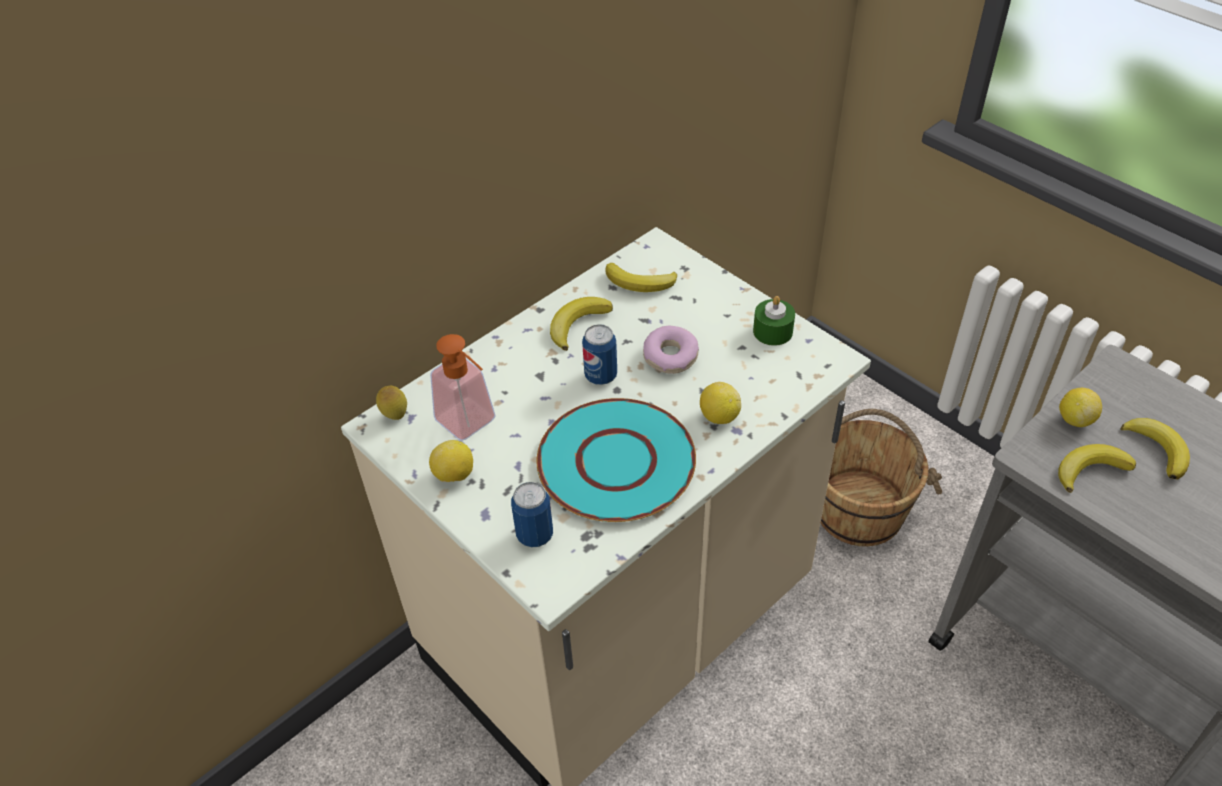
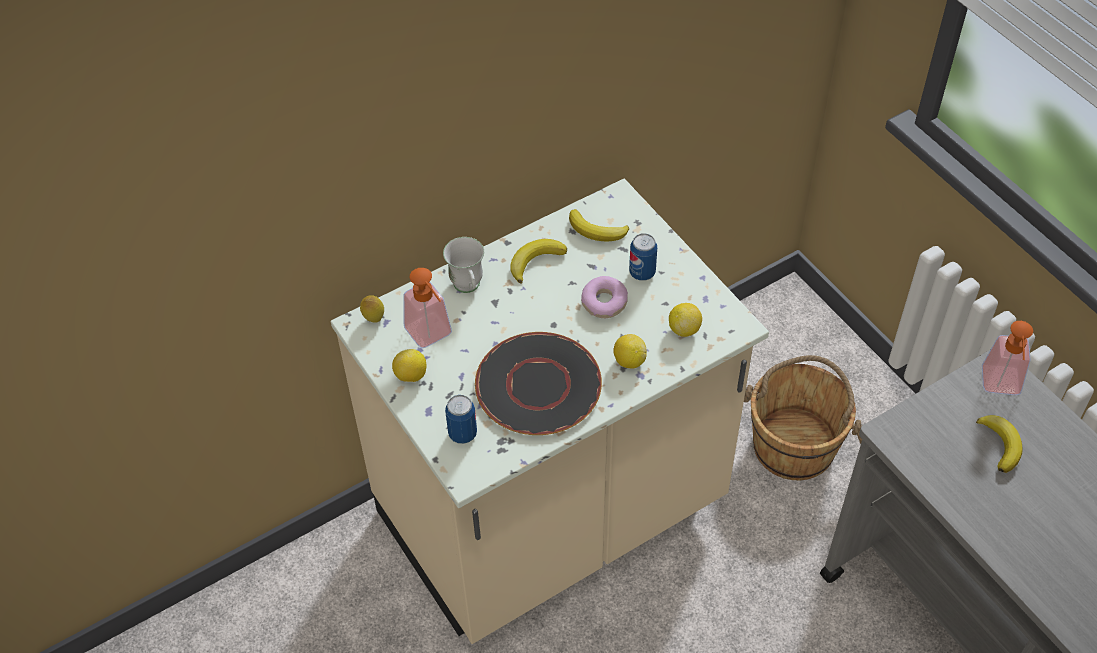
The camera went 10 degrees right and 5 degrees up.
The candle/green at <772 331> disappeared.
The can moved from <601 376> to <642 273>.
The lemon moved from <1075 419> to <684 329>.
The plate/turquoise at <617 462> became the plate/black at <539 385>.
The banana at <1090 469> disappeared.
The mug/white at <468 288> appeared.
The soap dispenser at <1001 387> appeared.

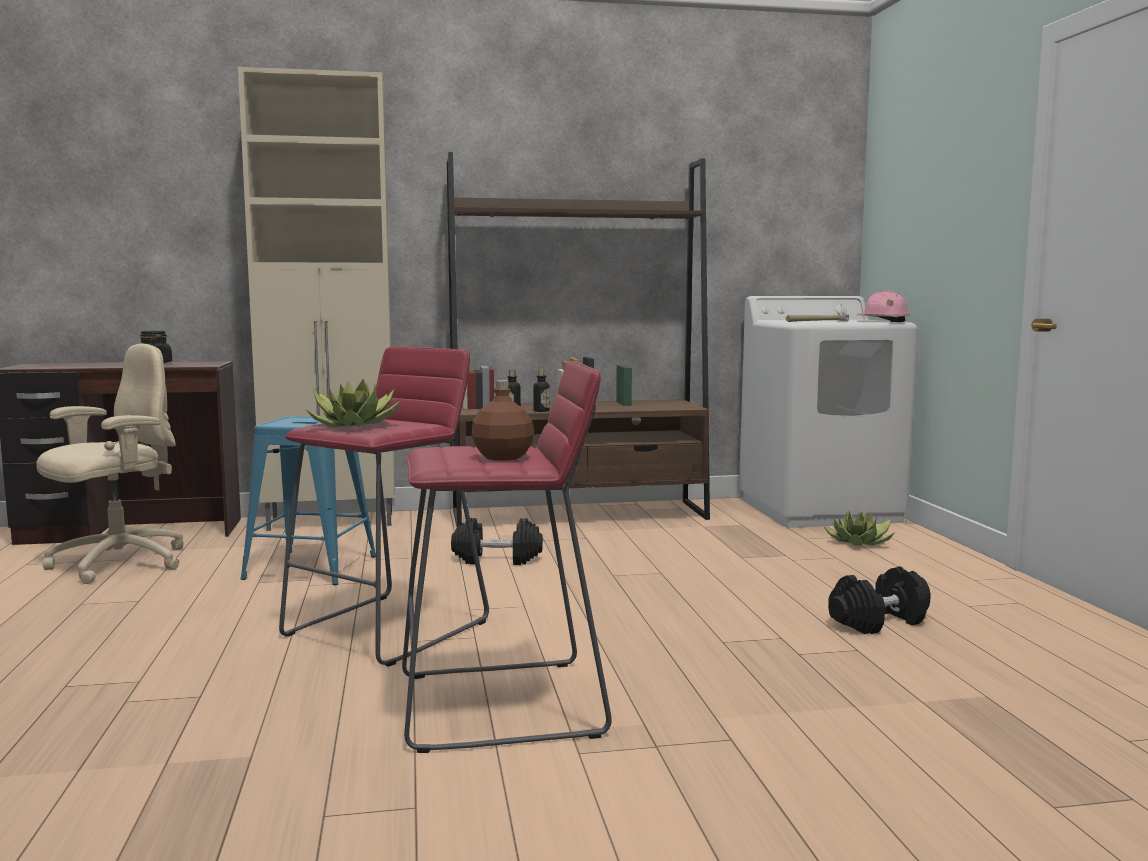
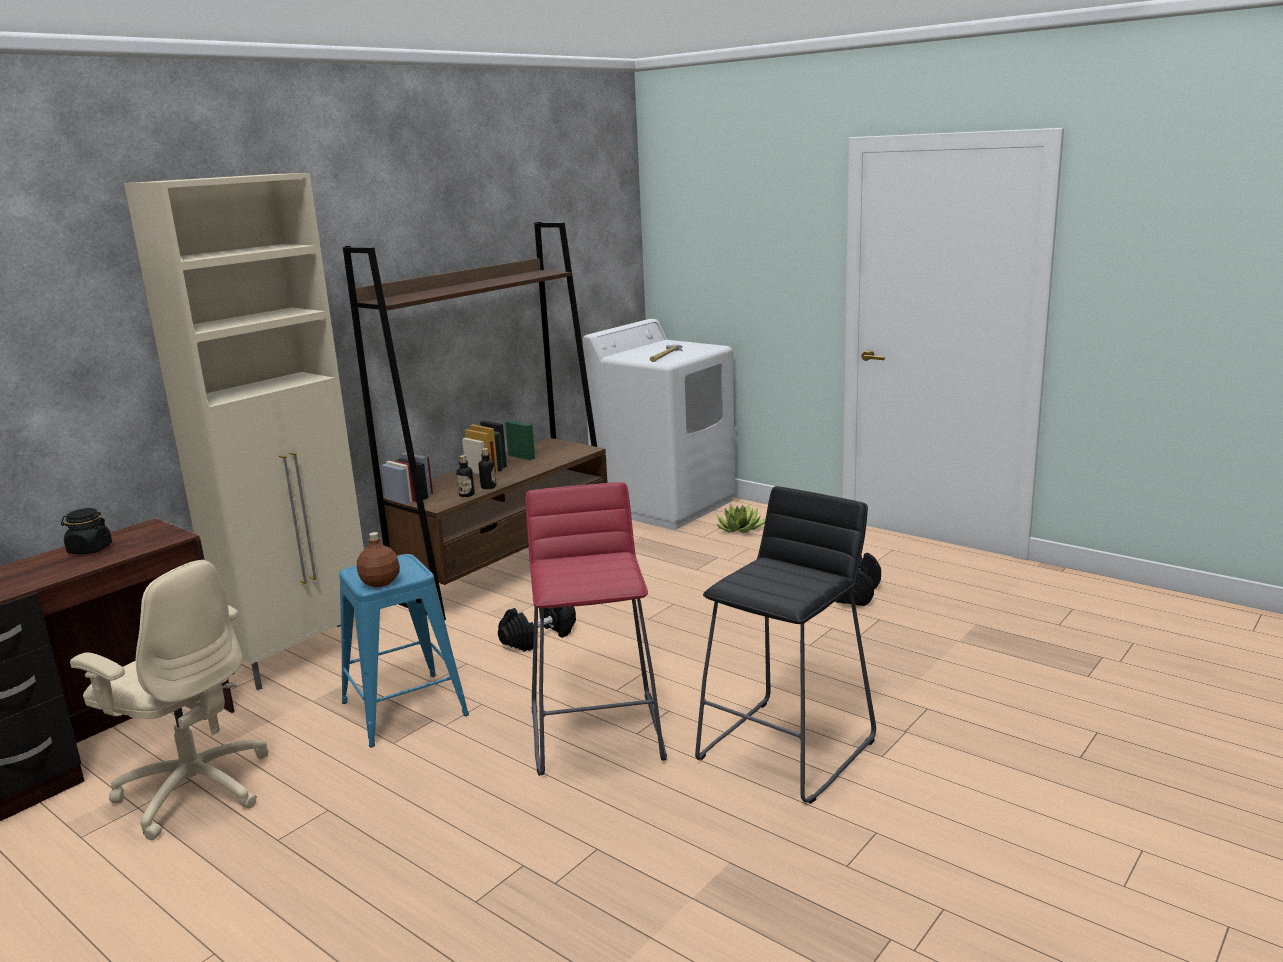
The camera went 40 degrees left and 10 degrees up.
The hard hat/pink at <883 321> disappeared.
The office chair/beige at <117 564> turned 120 degrees clockwise.
The stool/red at <503 705> became the stool/black at <787 749>.
The potted plant at <354 425> disappeared.
The bottle/brown moved from <502 457> to <380 582>.

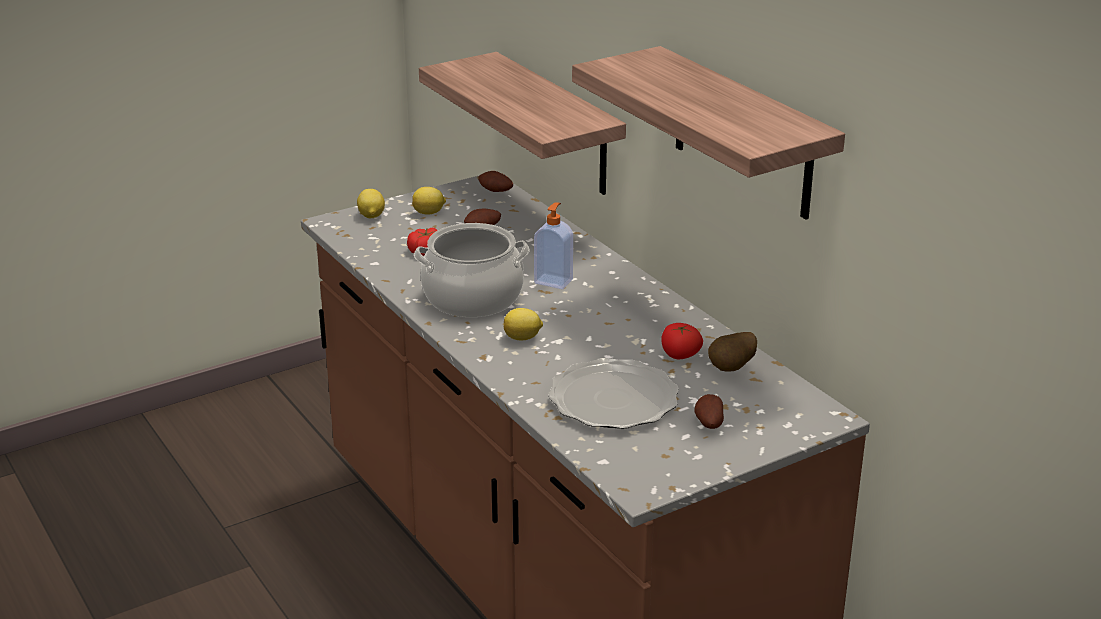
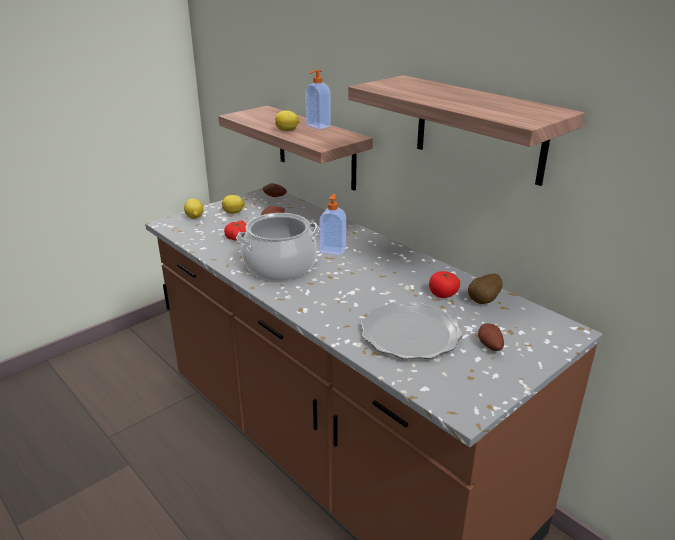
The camera went 10 degrees left and 0 degrees up.
The lemon moved from <523 338> to <287 130>.
The soap dispenser at <317 126> appeared.

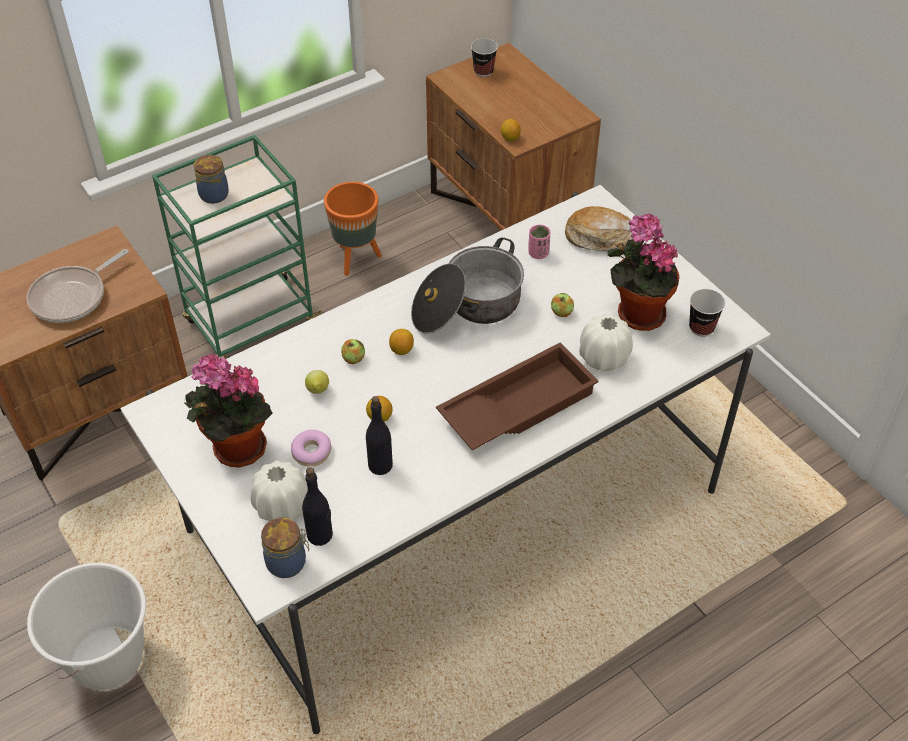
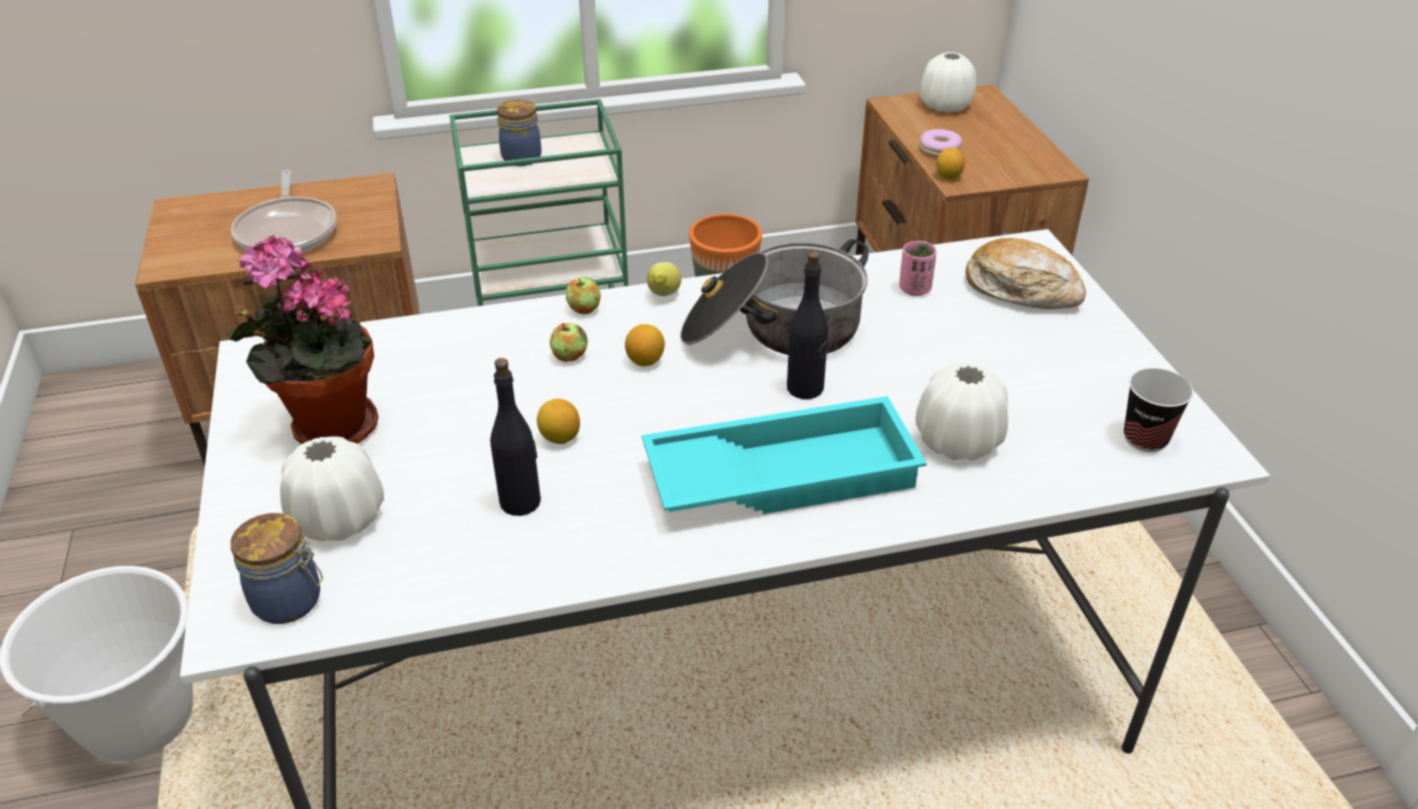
The camera went 20 degrees right and 10 degrees down.
The cup at <483 71> was replaced by the vase/white at <945 105>.
The potted plant at <636 313> disappeared.
The frying pan at <72 297> turned 75 degrees counterclockwise.
The apple moved from <561 312> to <584 309>.
The tray/brown at <517 405> became the tray/turquoise at <782 472>.
The lemon moved from <318 391> to <663 296>.
The donut moved from <311 452> to <939 149>.
The bottle/black moved from <320 535> to <805 388>.

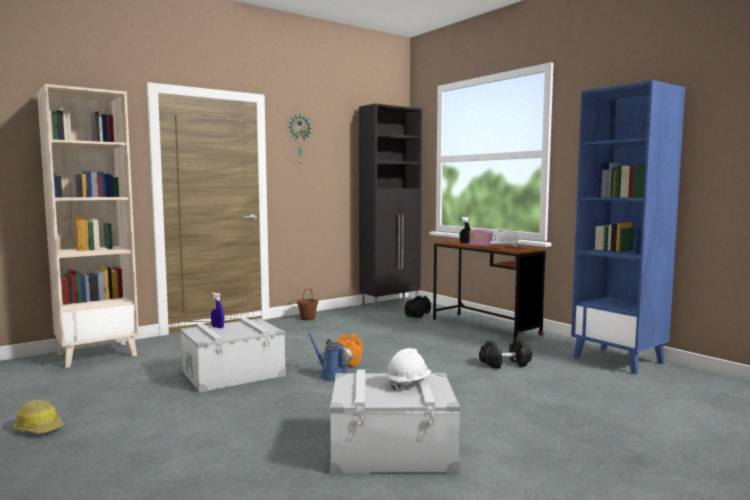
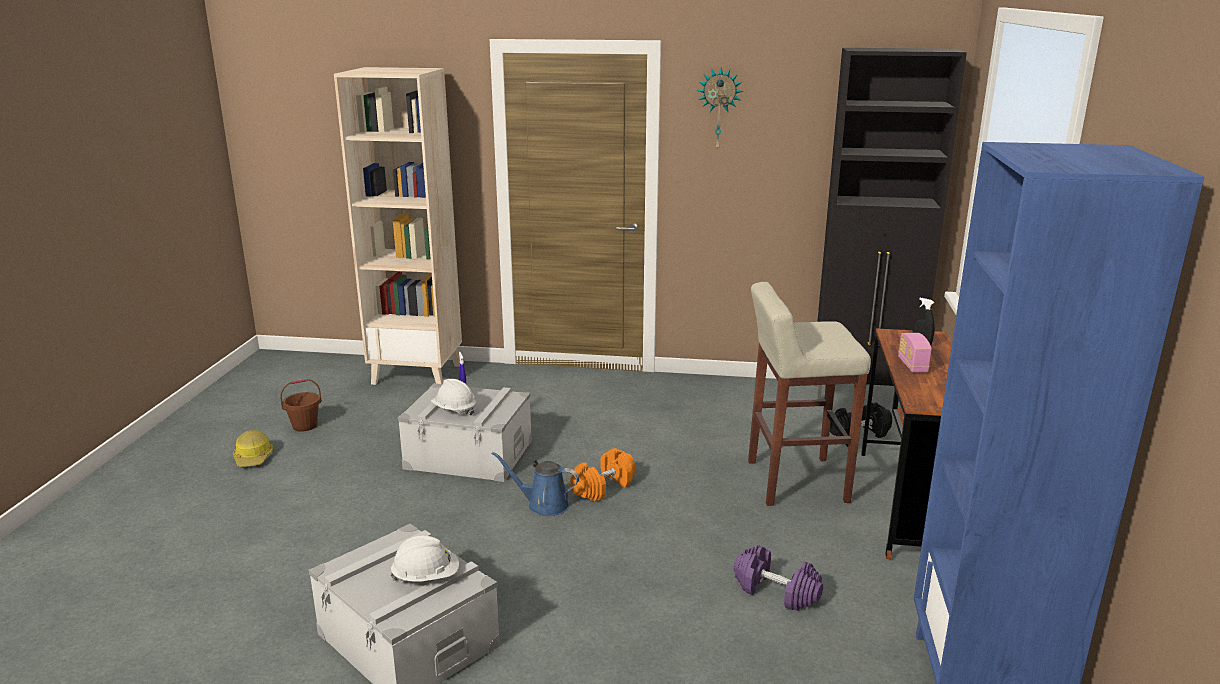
The camera went 45 degrees right and 15 degrees up.
The hard hat/white moved from <504 248> to <454 410>.
The bucket/brown moved from <307 318> to <305 426>.
The watering can/blue at <332 376> turned 75 degrees counterclockwise.
The dumbbell/black at <505 364> became the dumbbell/purple at <775 592>.
The stool/beige at <795 481> appeared.

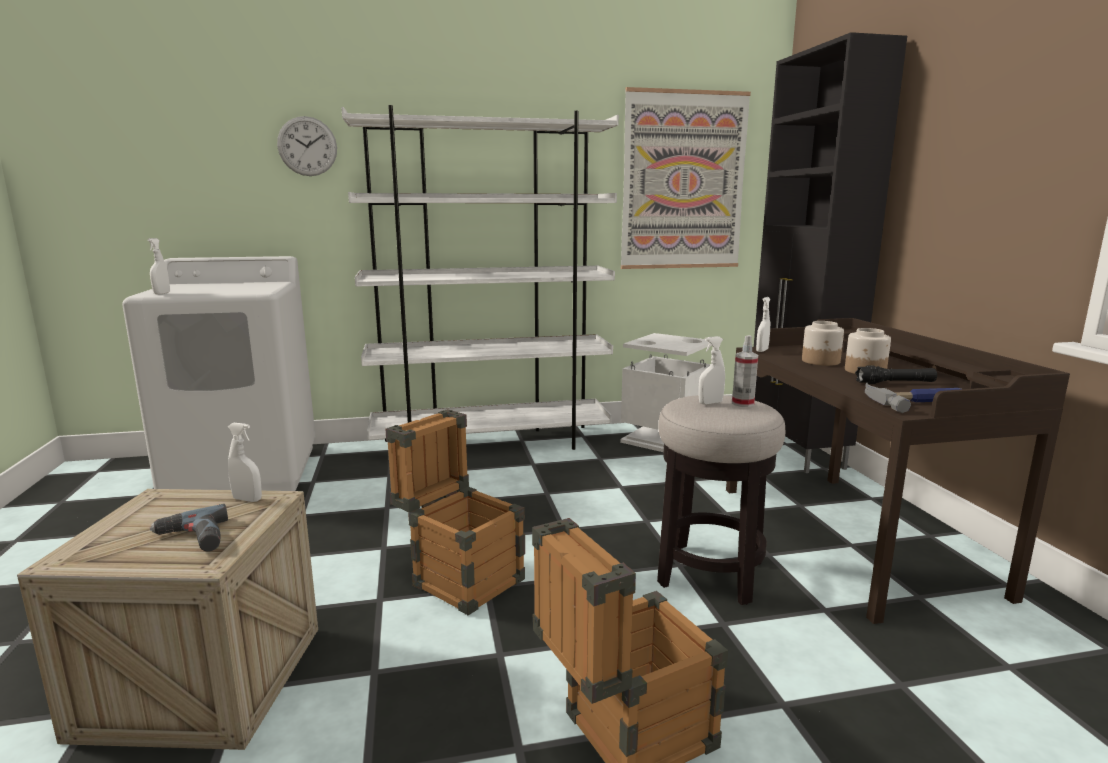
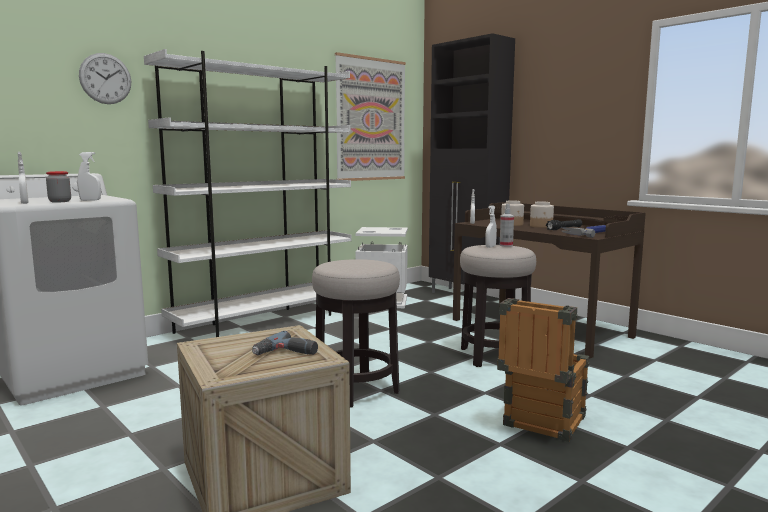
The camera went 30 degrees left and 5 degrees down.
The crate at <460 577> was replaced by the stool at <356 389>.
The spray bottle/white moved from <247 499> to <90 200>.
The jar at <60 201> appeared.

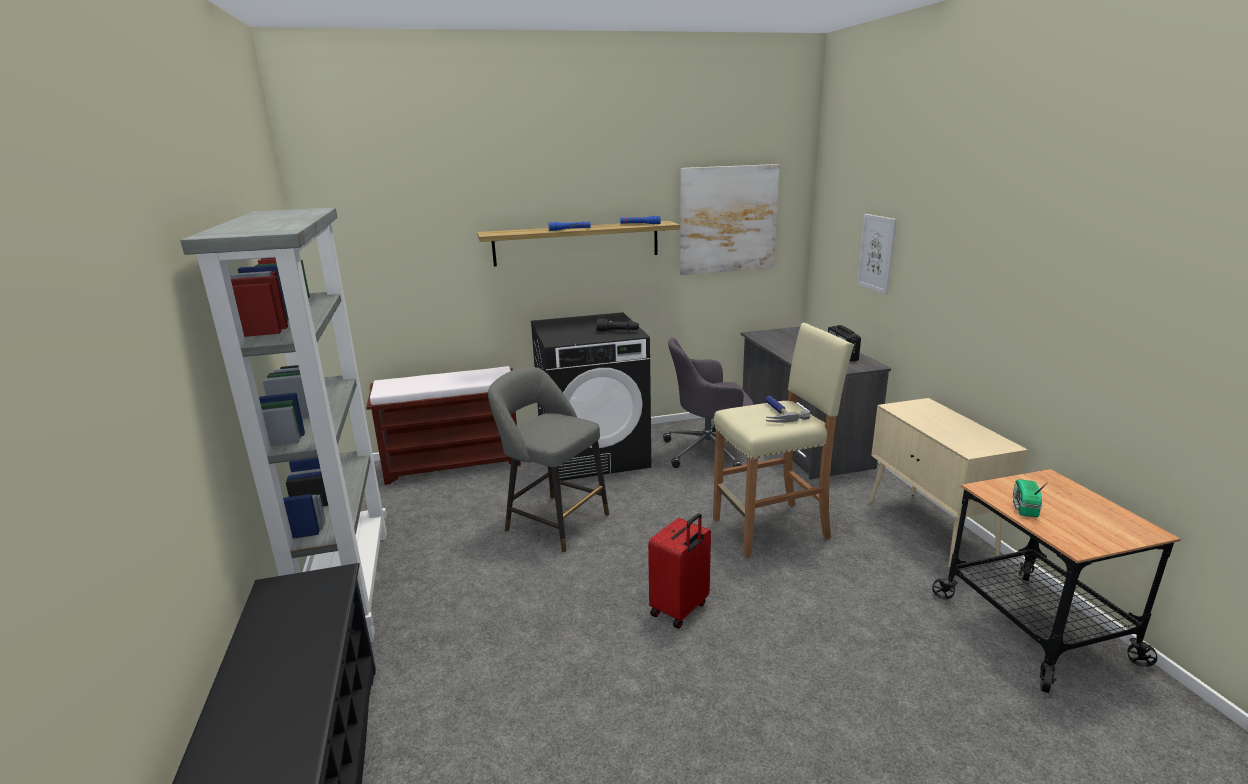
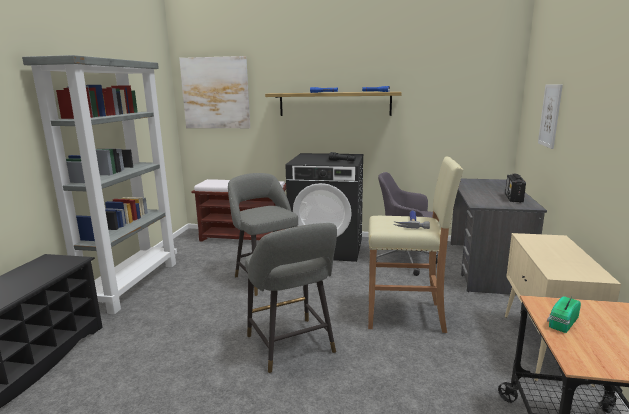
The camera went 25 degrees right and 5 degrees down.
The picture moved from <728 219> to <215 93>.
The suitcase/red at <680 609> was replaced by the stool/grey at <292 347>.

